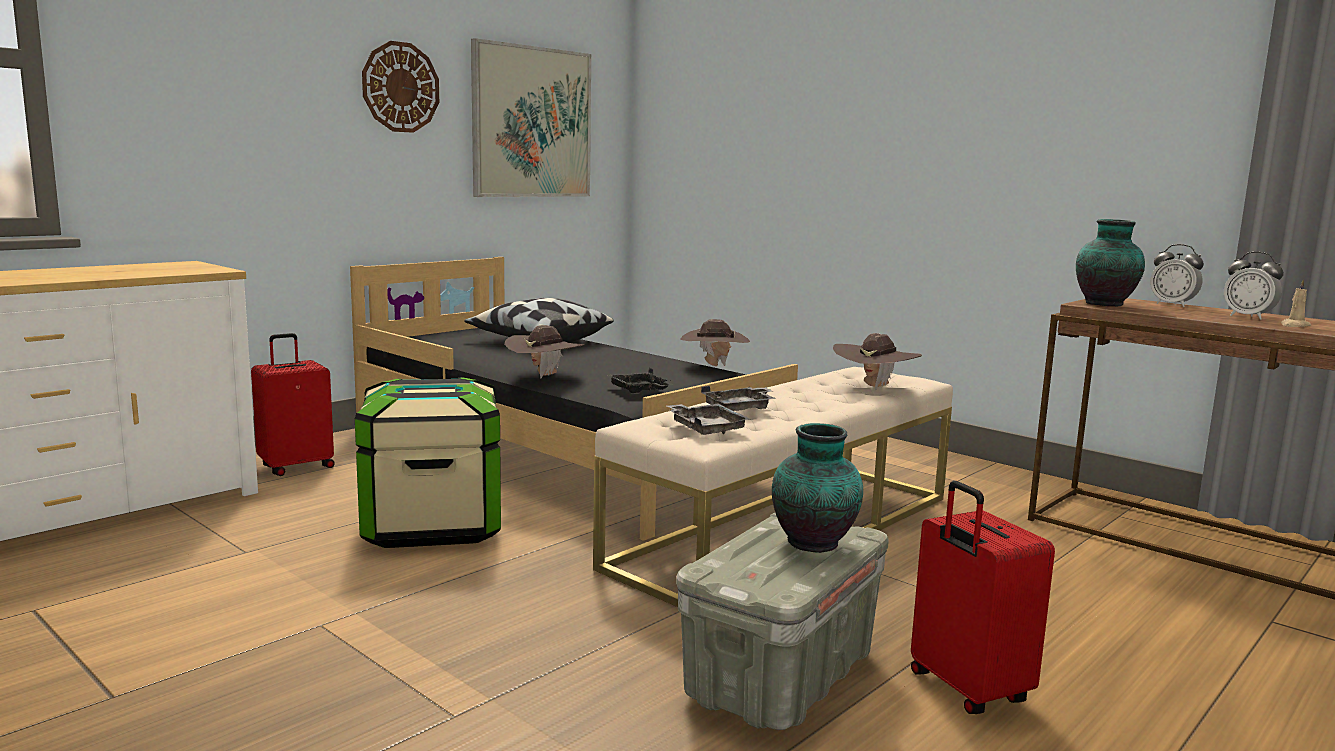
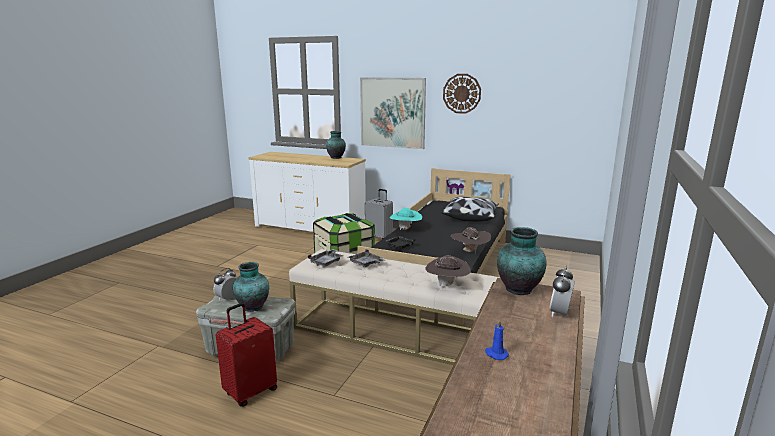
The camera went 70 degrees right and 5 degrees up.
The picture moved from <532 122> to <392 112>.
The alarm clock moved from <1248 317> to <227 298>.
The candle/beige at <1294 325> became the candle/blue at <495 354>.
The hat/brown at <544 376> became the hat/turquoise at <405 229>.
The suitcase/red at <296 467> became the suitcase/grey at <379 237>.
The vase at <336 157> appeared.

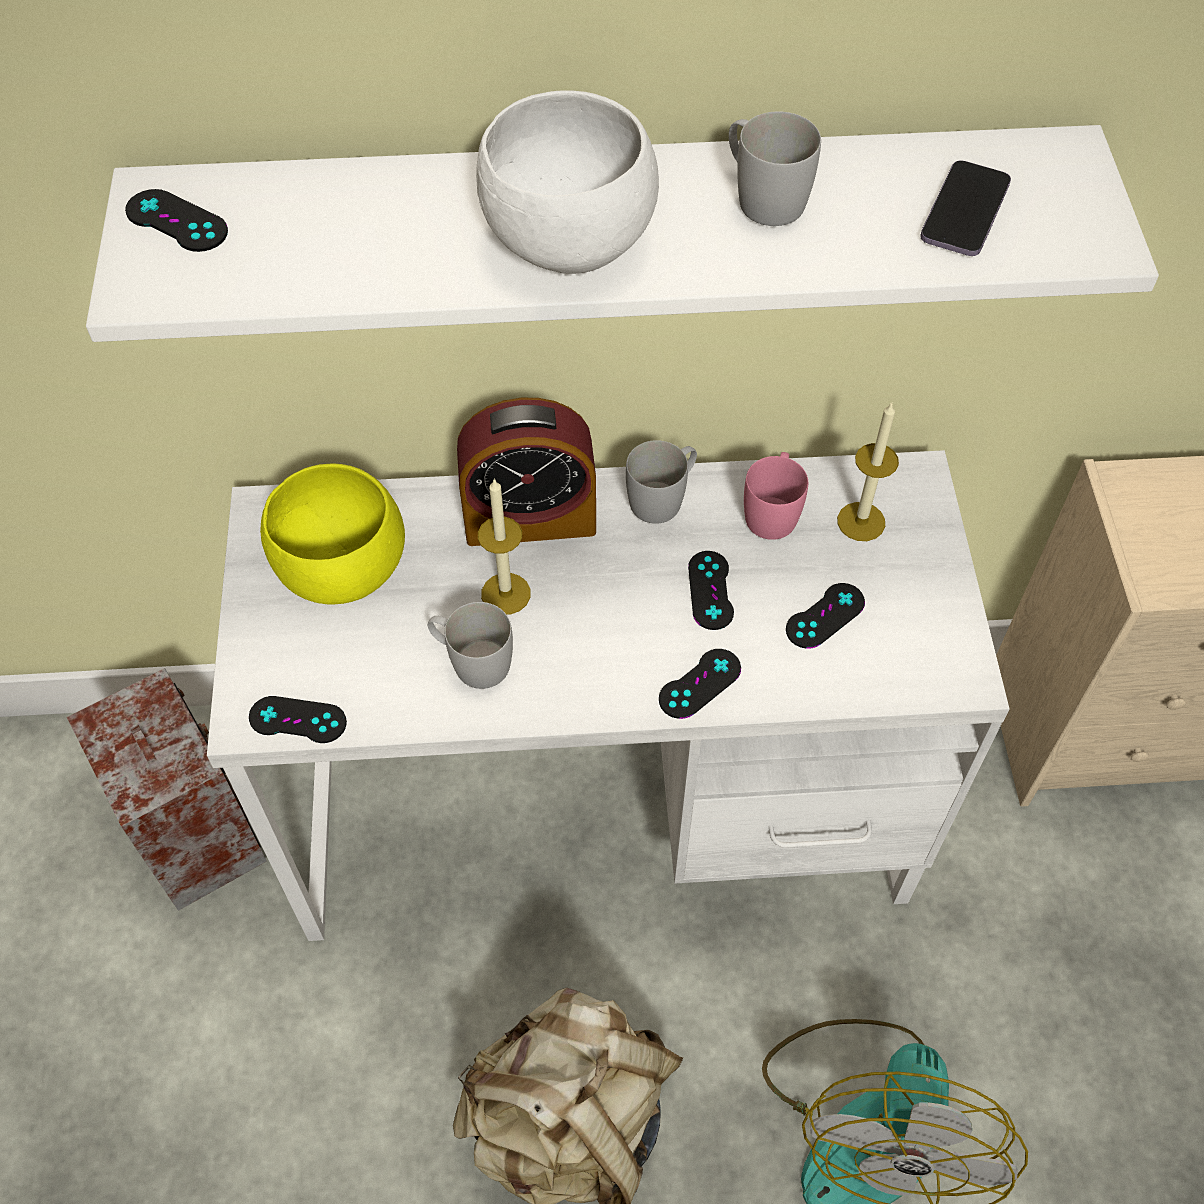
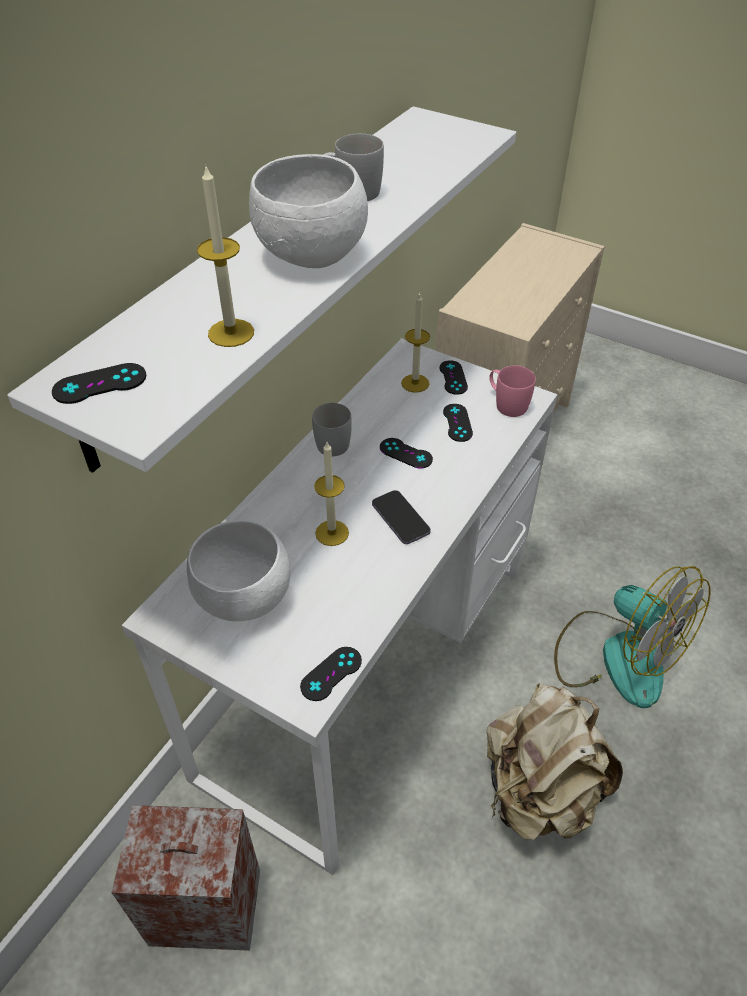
The camera went 55 degrees left and 10 degrees down.
The phone moved from <964 212> to <400 518>.
The alarm clock at <530 518> disappeared.
The mug/pink moved from <773 510> to <506 403>.
The bowl/yellow at <341 573> became the bowl/white at <245 600>.
The mug/white at <471 661> disappeared.
The game controller/black moved from <699 684> to <453 377>.
The candle at <231 333> appeared.

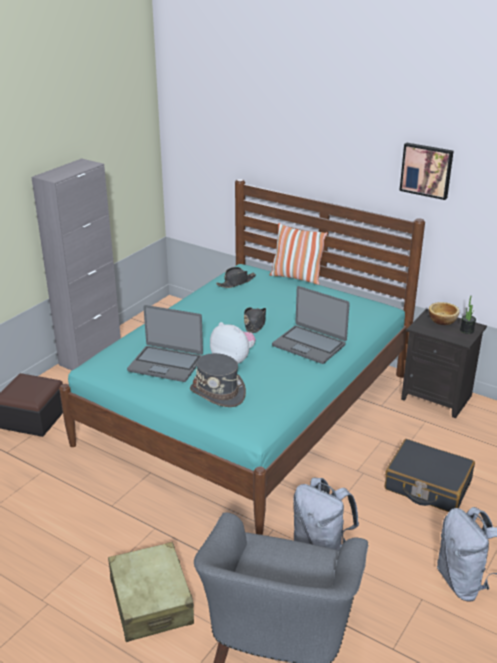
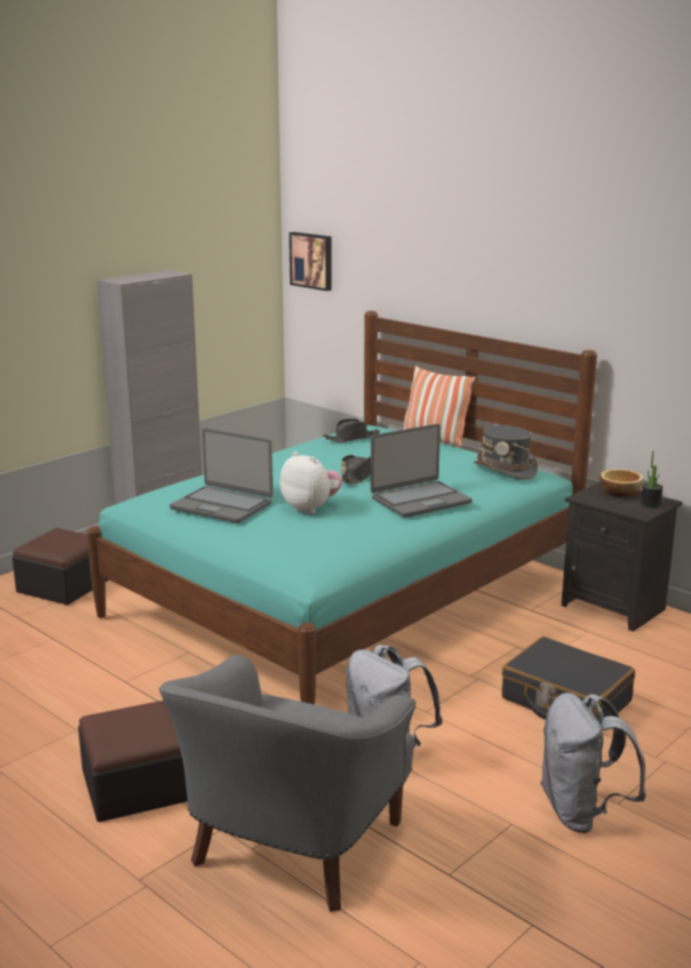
The camera went 10 degrees right and 10 degrees down.
The picture moved from <426 170> to <312 260>.
The laptop at <309 345> turned 75 degrees counterclockwise.
The hat/grey moved from <218 393> to <505 470>.
The suitcase/beige at <151 601> was replaced by the ottoman at <136 785>.

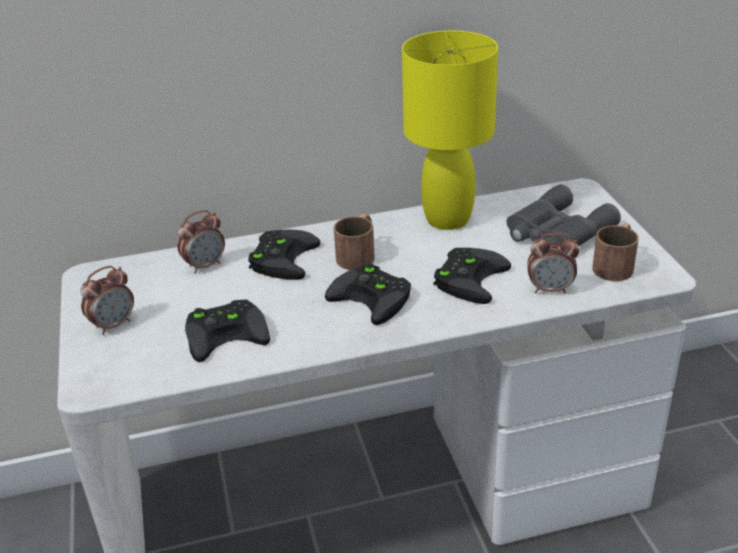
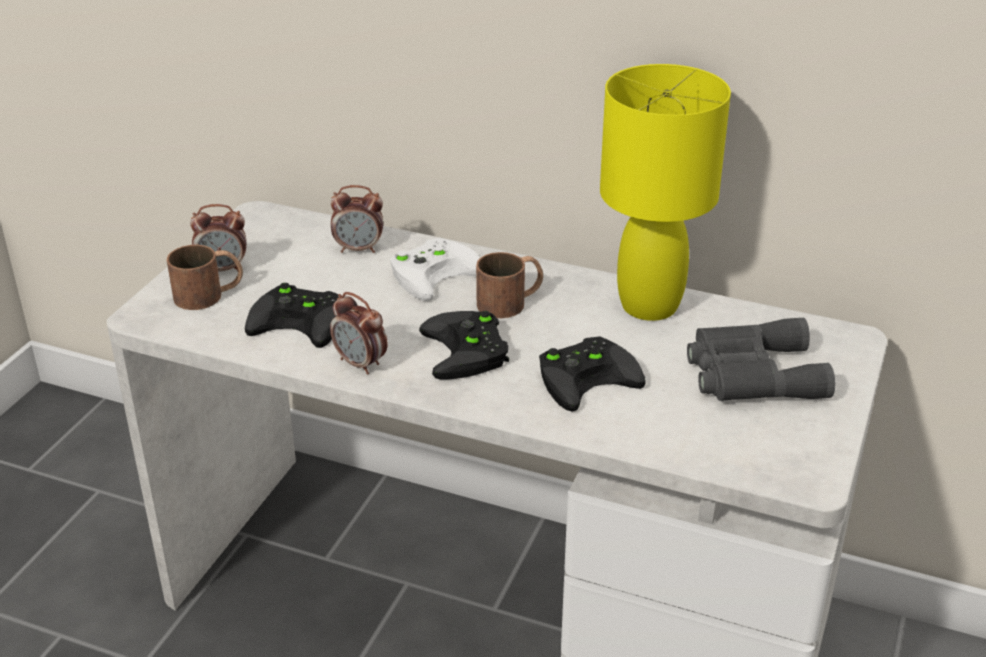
The camera went 35 degrees right and 0 degrees up.
The mug/brown moved from <616 264> to <209 294>.
The game controller/black at <281 257> became the game controller/white at <435 272>.
The alarm clock moved from <550 289> to <361 364>.

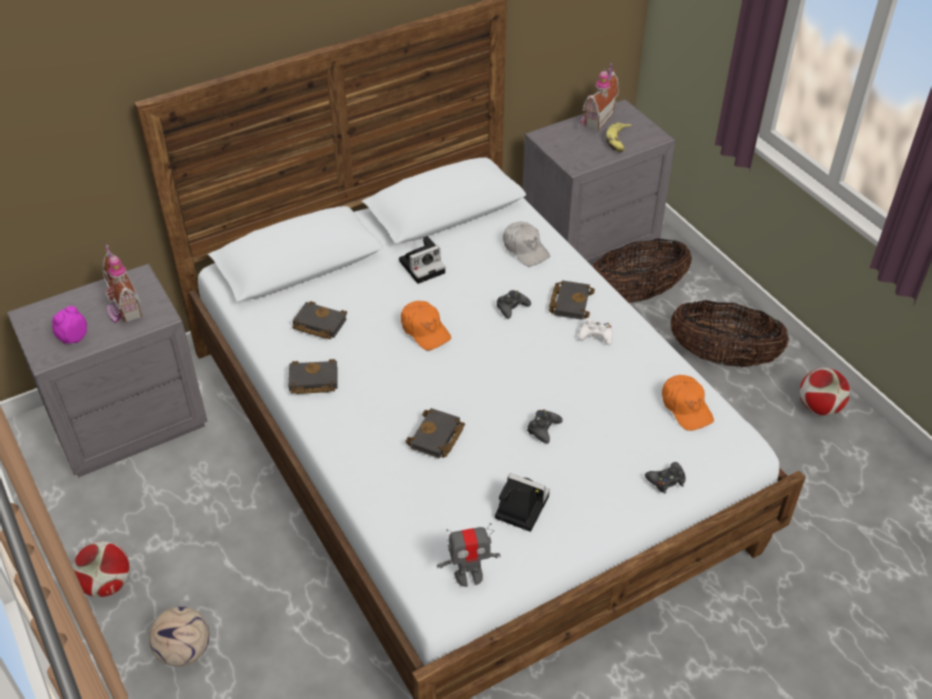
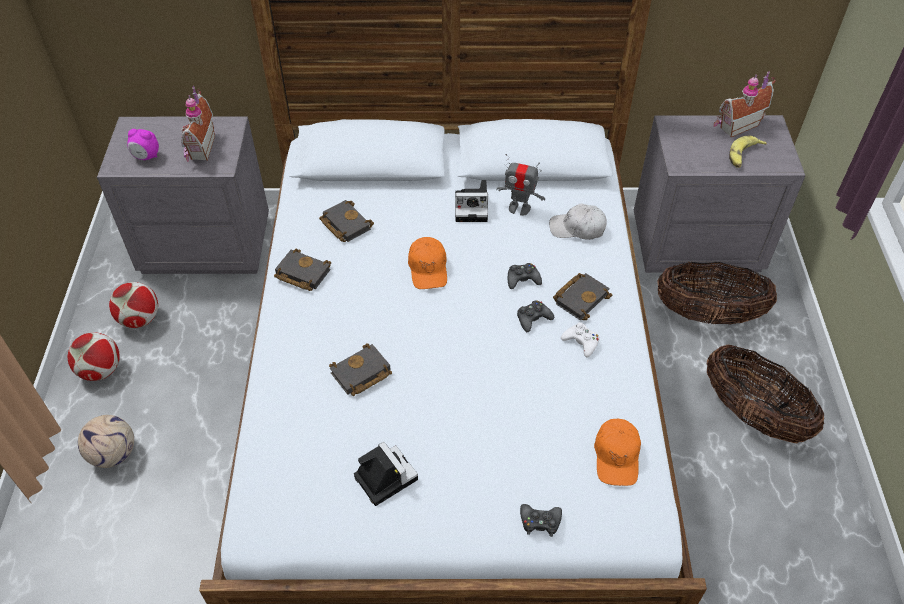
The camera went 30 degrees right and 5 degrees up.
The cap/white at <525 249> turned 105 degrees clockwise.
The alarm clock at <73 337> turned 150 degrees counterclockwise.
The football moved from <819 407> to <140 319>.
The game controller/black moved from <543 429> to <533 318>.
The toy robot moved from <469 576> to <519 208>.

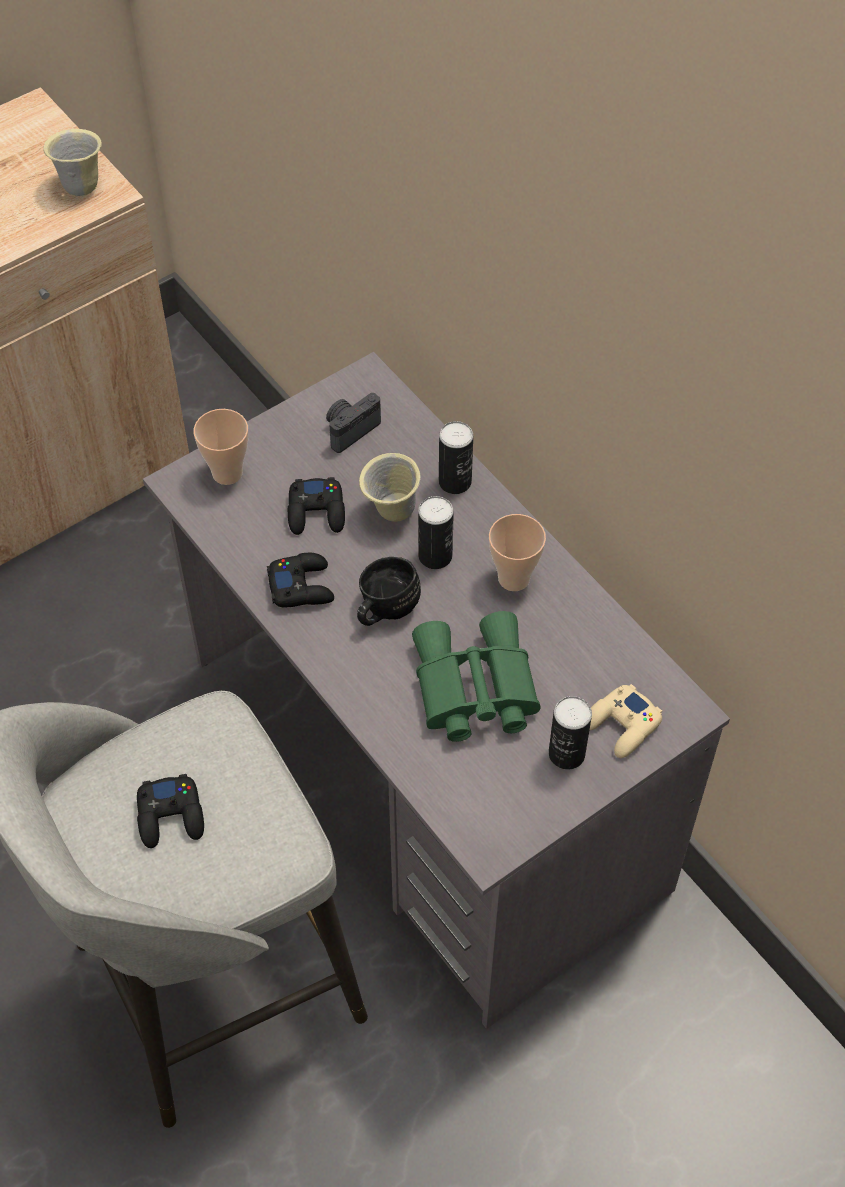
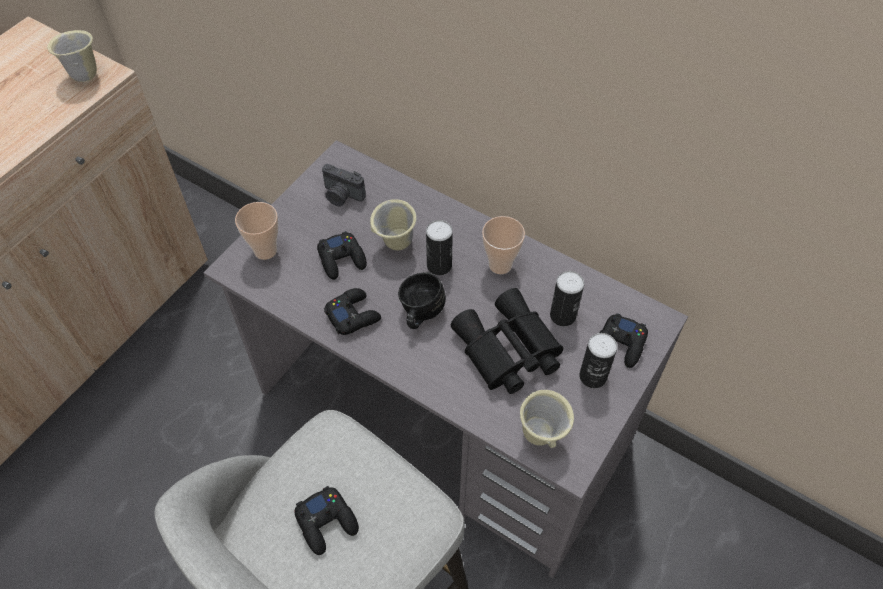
The camera went 20 degrees left and 0 degrees up.
The photo camera at <350 429> turned 90 degrees counterclockwise.
The can moved from <455 481> to <563 315>.
The binoculars/green at <472 689> became the binoculars/black at <507 351>.
The game controller/beige at <622 725> became the game controller/black at <620 344>.
The mug/beige at <542 436> appeared.

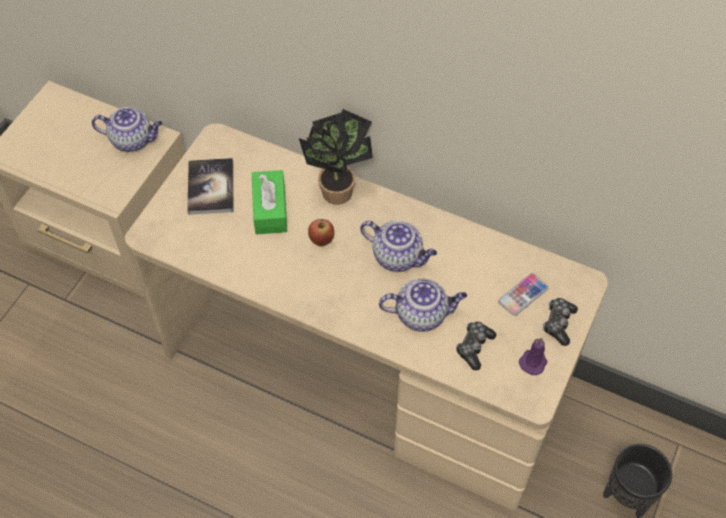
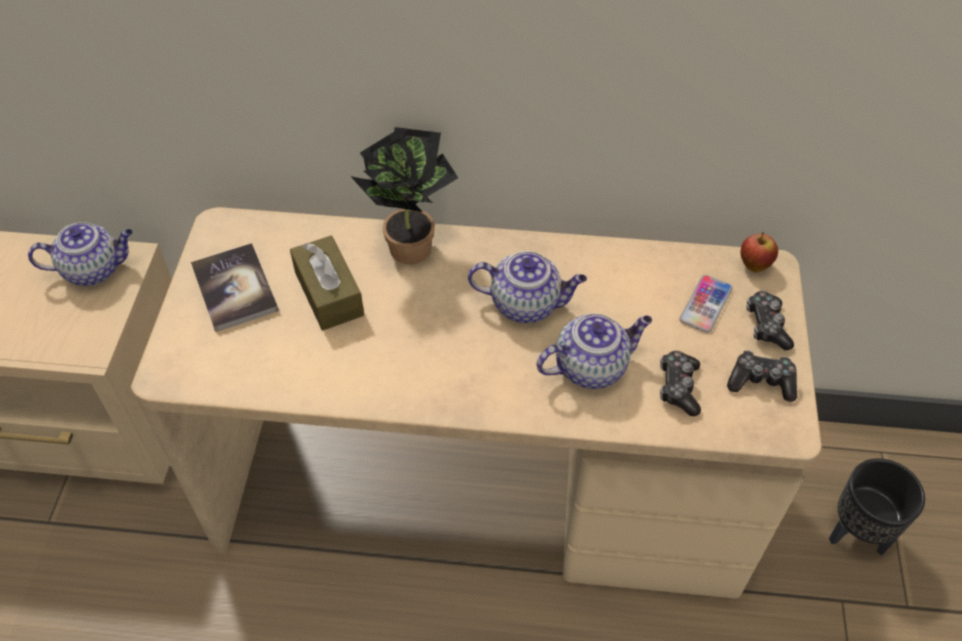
The camera went 20 degrees left and 5 degrees down.
The tissue box/green at <270 209> became the tissue box/brown at <329 294>.
The apple moved from <321 240> to <754 266>.
The candle/purple at <533 361> was replaced by the game controller at <761 381>.

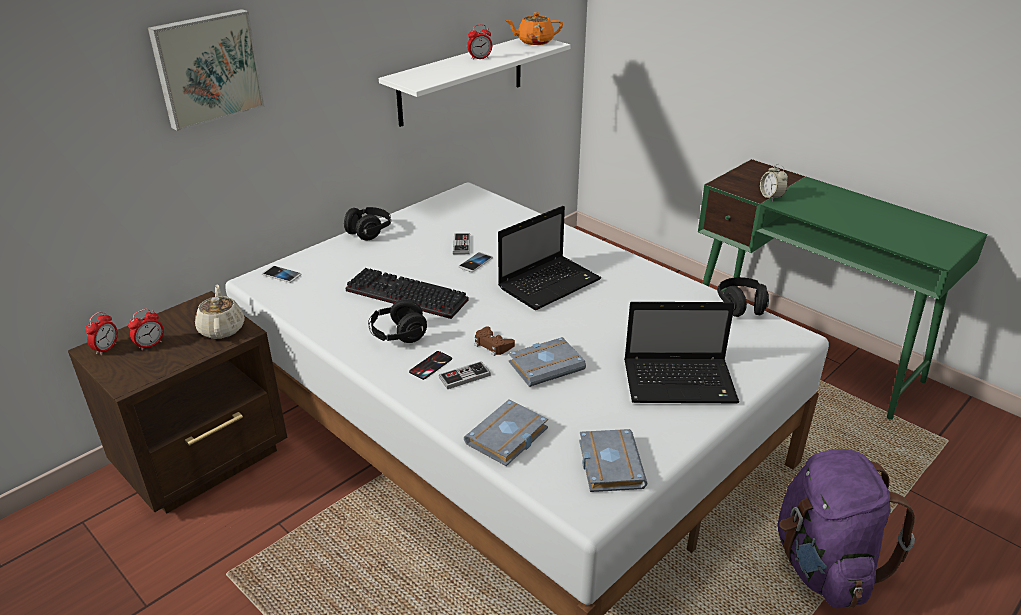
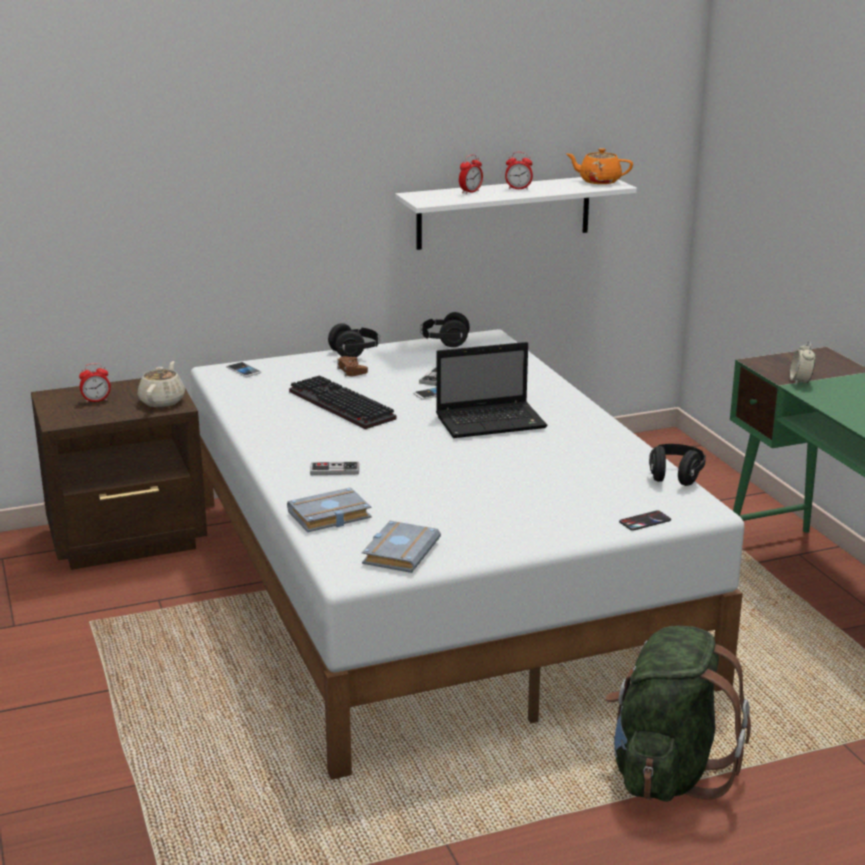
The camera went 25 degrees right and 10 degrees down.
The picture at <206 68> disappeared.
The headphones/black moved from <398 335> to <444 342>.
The laptop at <681 382> disappeared.
The alarm clock moved from <106 348> to <470 192>.
The game controller/brown moved from <493 345> to <351 370>.
The book/grey at <546 365> disappeared.
The phone moved from <430 365> to <645 521>.
The backpack/purple at <823 566> became the backpack/green at <667 772>.

